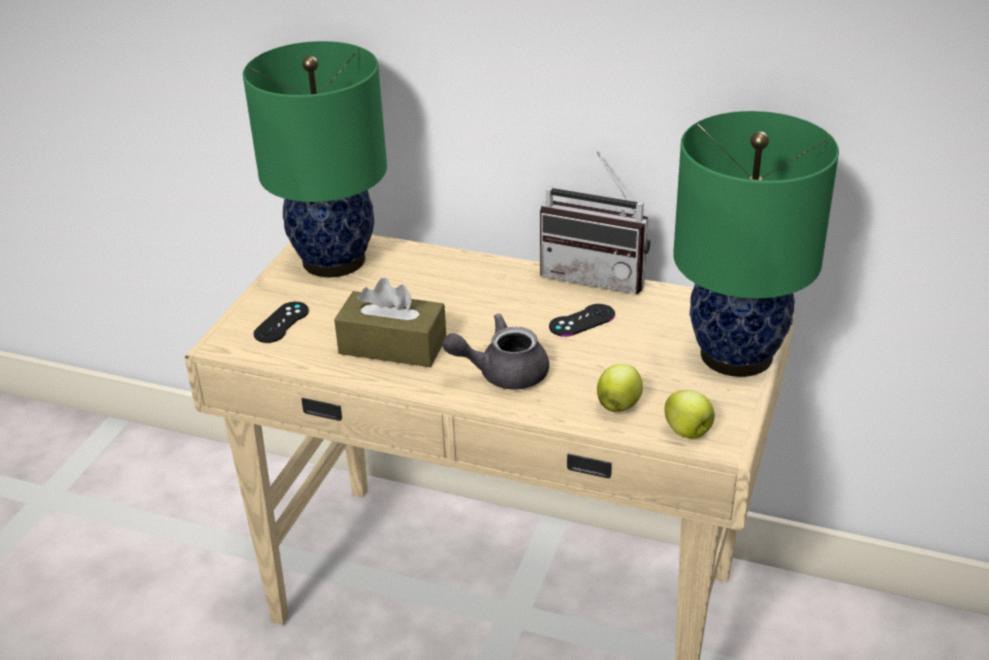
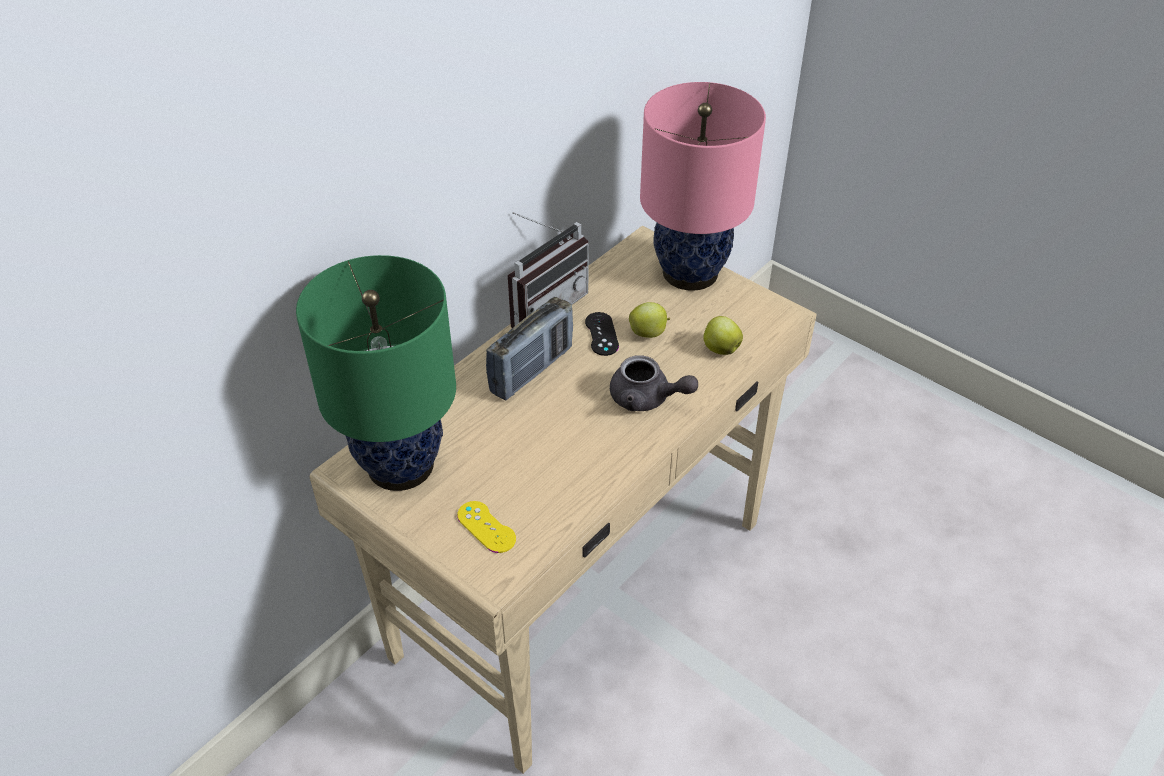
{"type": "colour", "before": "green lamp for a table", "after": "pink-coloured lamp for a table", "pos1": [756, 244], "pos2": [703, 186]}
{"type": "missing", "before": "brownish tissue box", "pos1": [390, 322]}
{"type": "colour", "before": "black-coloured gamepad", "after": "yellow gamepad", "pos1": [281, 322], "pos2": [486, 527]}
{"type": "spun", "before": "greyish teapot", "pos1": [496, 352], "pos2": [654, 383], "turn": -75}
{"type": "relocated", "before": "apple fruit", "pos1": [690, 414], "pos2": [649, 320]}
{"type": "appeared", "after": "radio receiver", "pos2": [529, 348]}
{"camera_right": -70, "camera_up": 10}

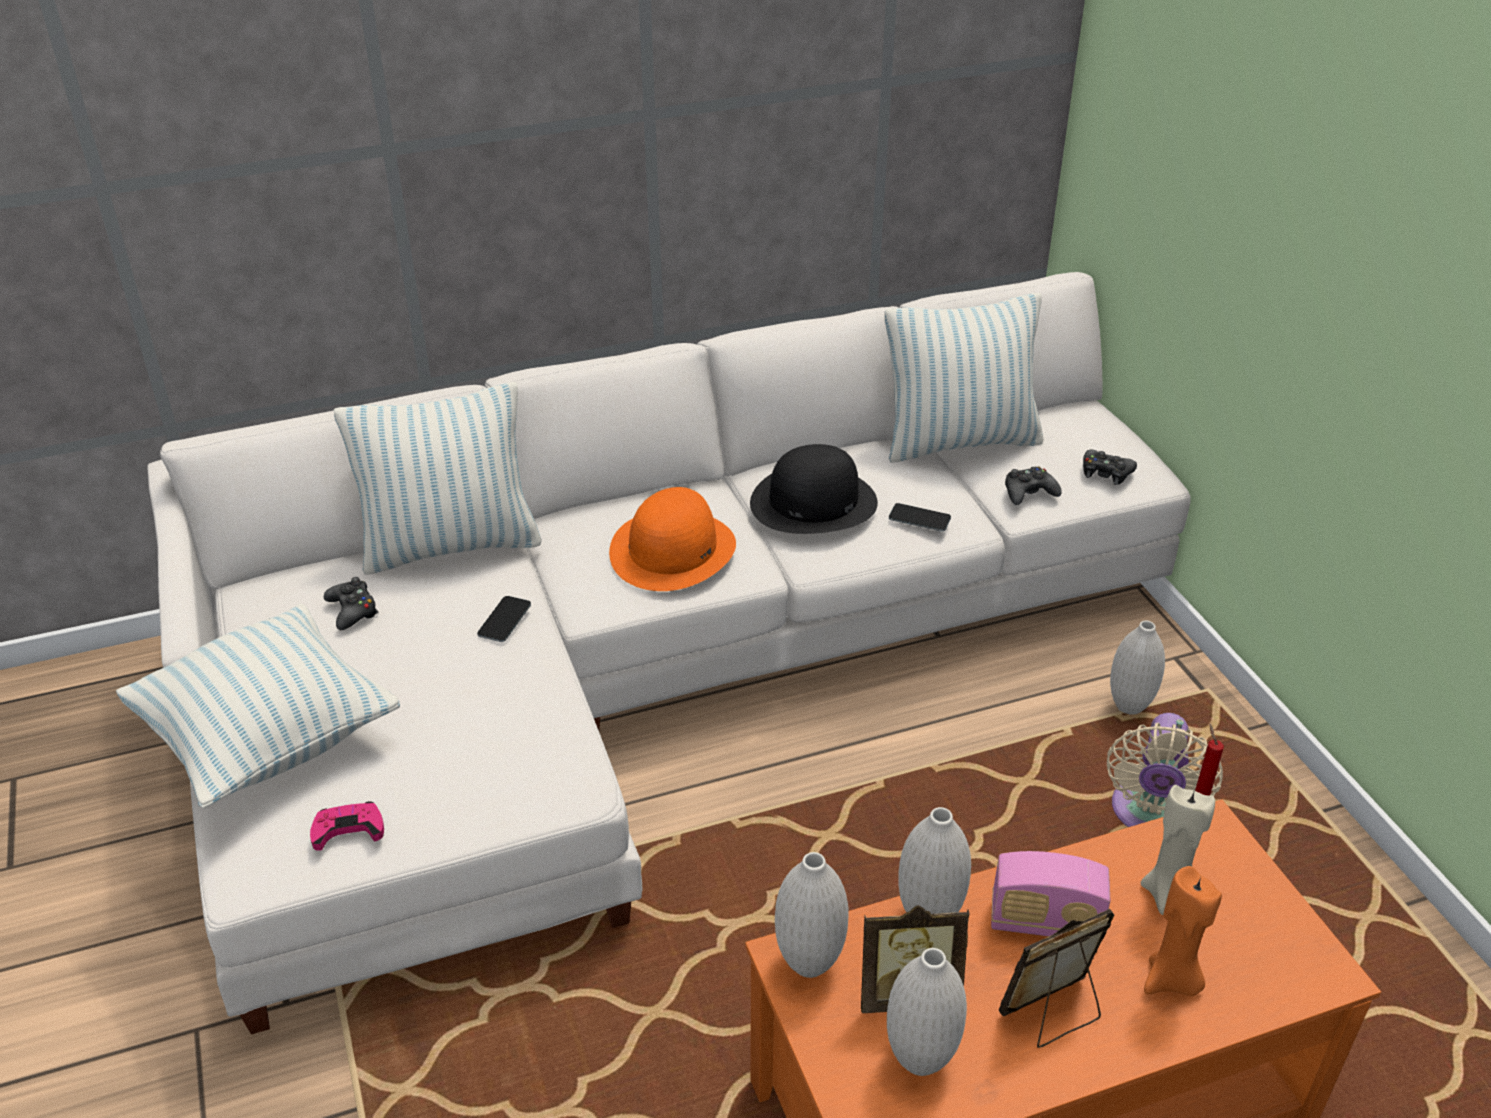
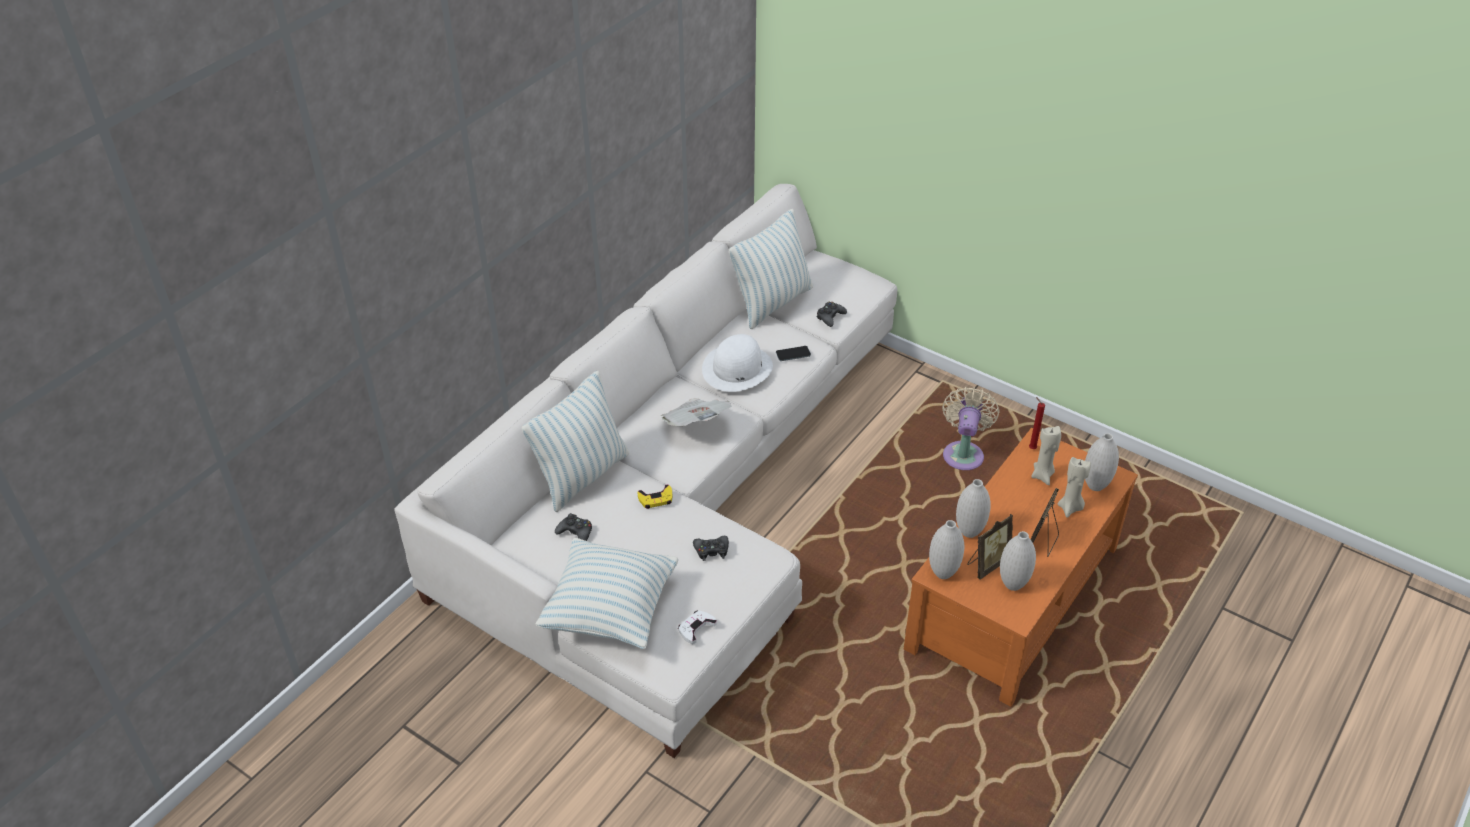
{"type": "colour", "before": "black-coloured hat", "after": "white hat", "pos1": [814, 489], "pos2": [737, 363]}
{"type": "relocated", "before": "black-coloured gamepad", "pos1": [1110, 467], "pos2": [711, 548]}
{"type": "exchanged", "before": "orangey hat", "after": "newspaper", "pos1": [672, 539], "pos2": [696, 412]}
{"type": "exchanged", "before": "telephone", "after": "yellow gamepad", "pos1": [504, 619], "pos2": [655, 497]}
{"type": "relocated", "before": "white decorative vase", "pos1": [1137, 668], "pos2": [1102, 462]}
{"type": "spun", "before": "beige-coloured electric fan", "pos1": [1165, 770], "pos2": [970, 428], "turn": -150}
{"type": "colour", "before": "pink-coloured gamepad", "after": "white gamepad", "pos1": [347, 826], "pos2": [697, 627]}
{"type": "missing", "before": "radio receiver", "pos1": [1050, 893]}
{"type": "colour", "before": "orangey wax light", "after": "beige-coloured wax light", "pos1": [1183, 931], "pos2": [1074, 487]}
{"camera_right": -35, "camera_up": 5}

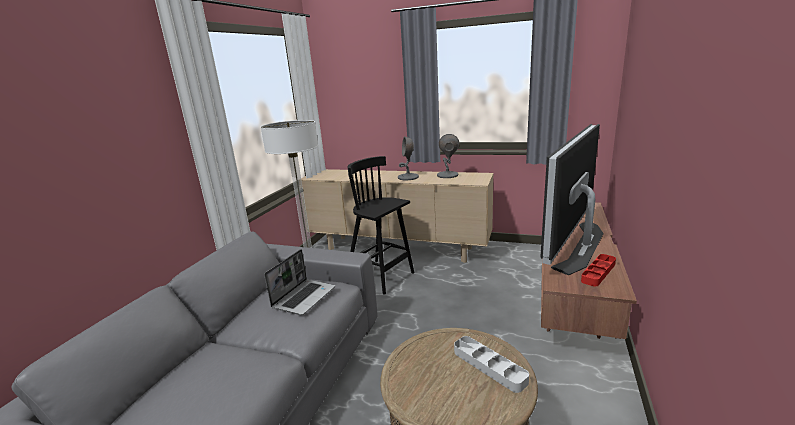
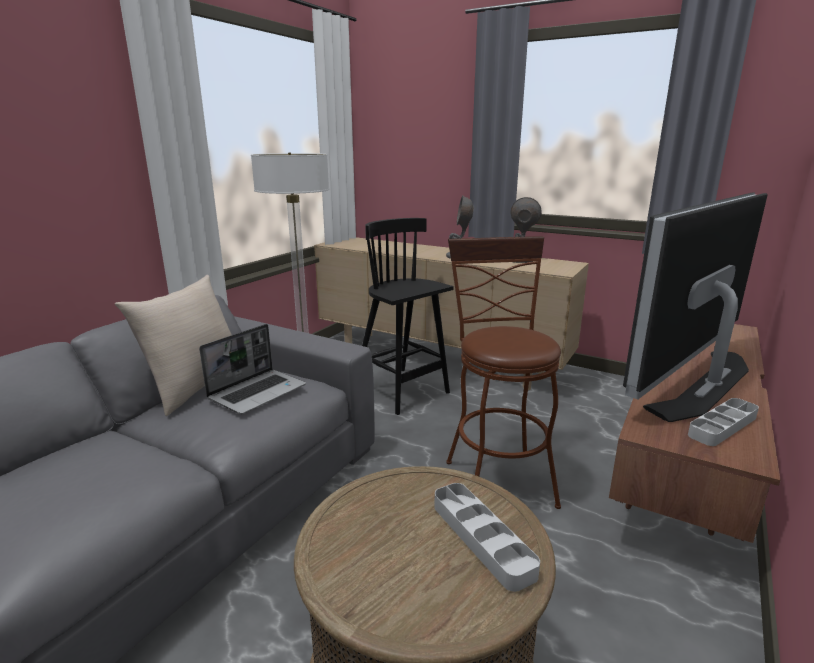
{"type": "colour", "before": "red serving tray", "after": "greyish serving tray", "pos1": [598, 270], "pos2": [723, 422]}
{"type": "appeared", "after": "brownish stool", "pos2": [503, 372]}
{"type": "appeared", "after": "beige-coloured cushion", "pos2": [173, 345]}
{"camera_right": 10, "camera_up": 0}

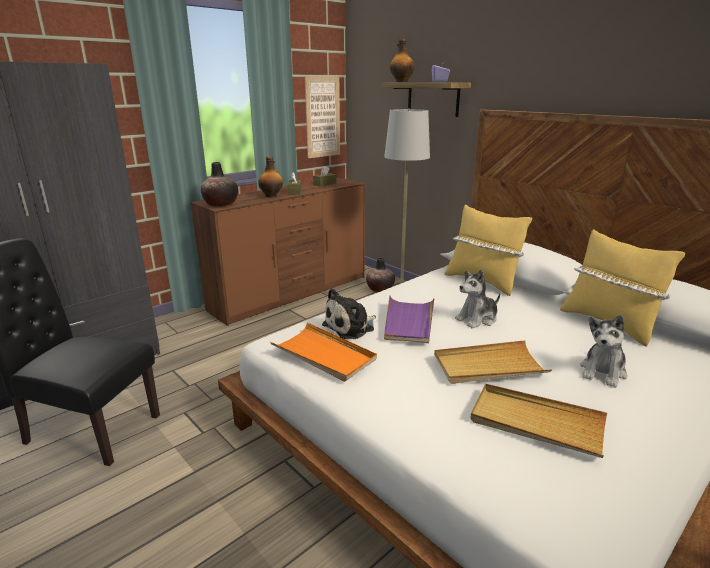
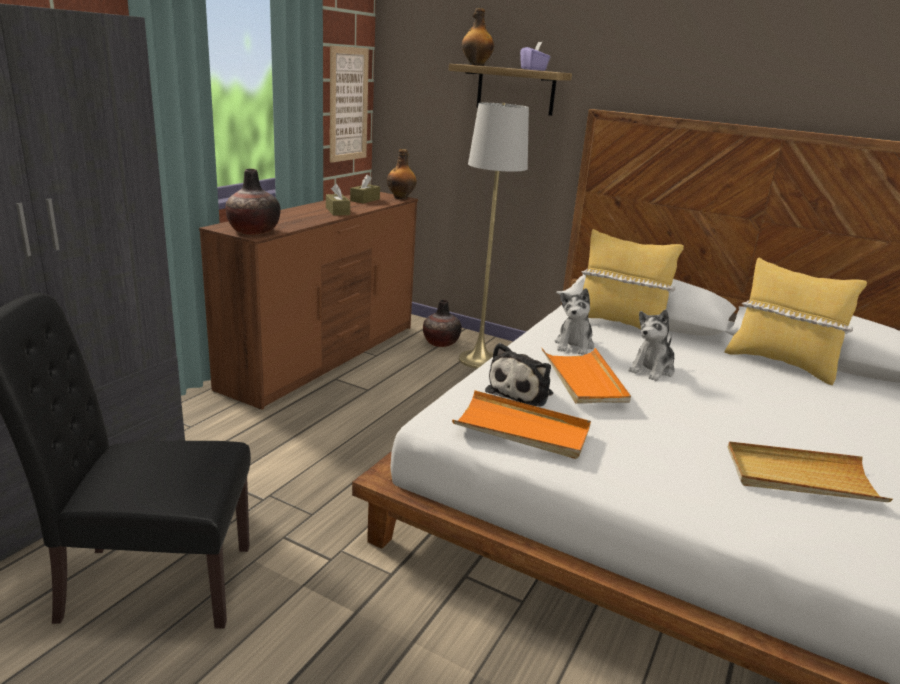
{"type": "relocated", "before": "drink bottle", "pos1": [270, 176], "pos2": [402, 174]}
{"type": "colour", "before": "purple serving tray", "after": "orangey serving tray", "pos1": [409, 319], "pos2": [586, 376]}
{"type": "relocated", "before": "plush toy", "pos1": [603, 351], "pos2": [574, 321]}
{"type": "missing", "before": "beige-coloured serving tray", "pos1": [493, 362]}
{"camera_right": -20, "camera_up": 0}

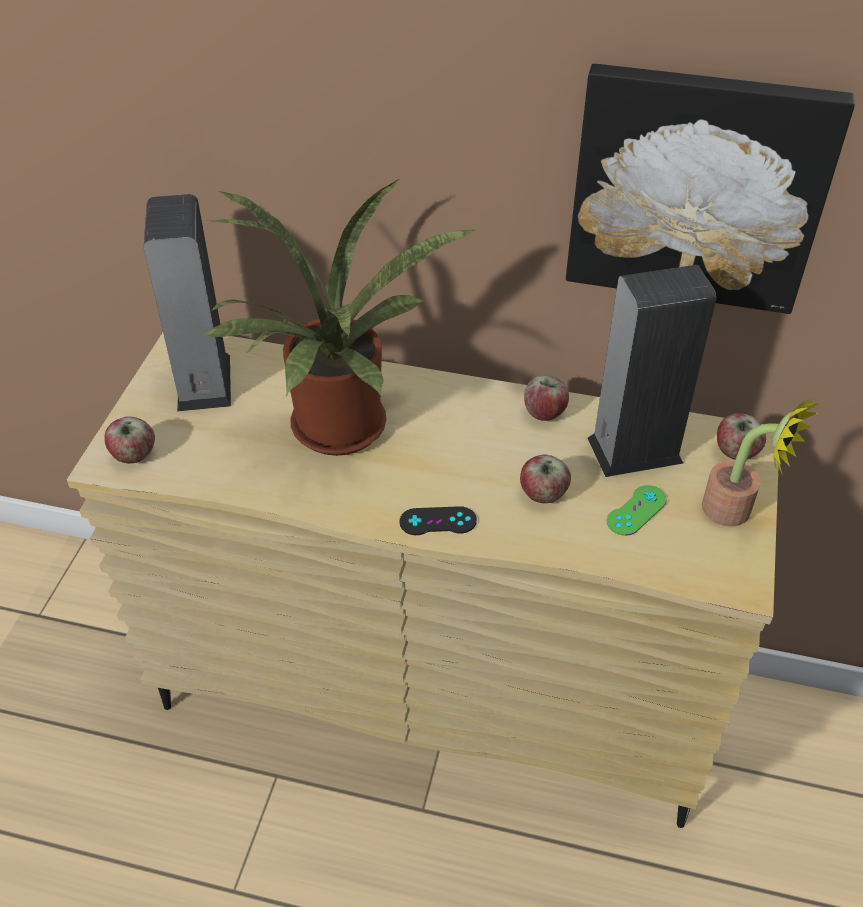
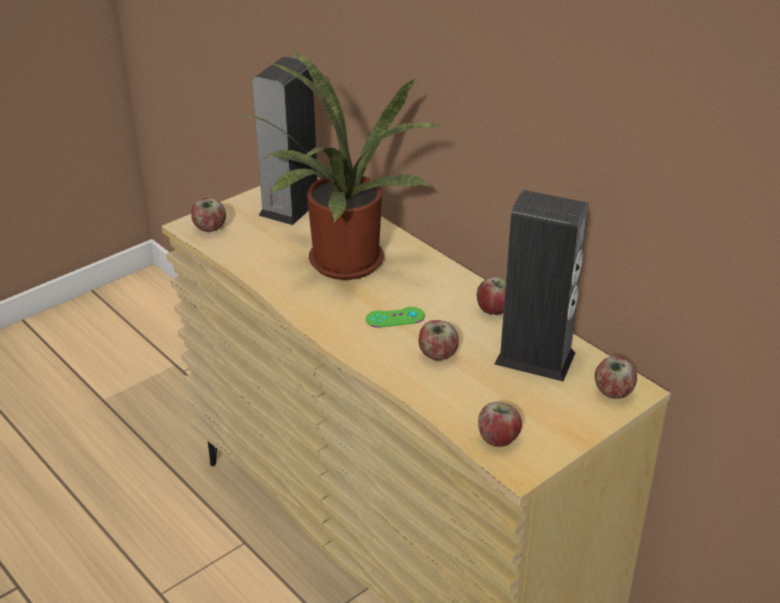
{"type": "missing", "before": "wall picture", "pos1": [710, 189]}
{"type": "missing", "before": "potted plant", "pos1": [761, 462]}
{"type": "relocated", "before": "green gamepad", "pos1": [637, 510], "pos2": [395, 317]}
{"type": "missing", "before": "black-coloured gamepad", "pos1": [438, 520]}
{"type": "appeared", "after": "apple fruit", "pos2": [500, 424]}
{"camera_right": 35, "camera_up": -10}

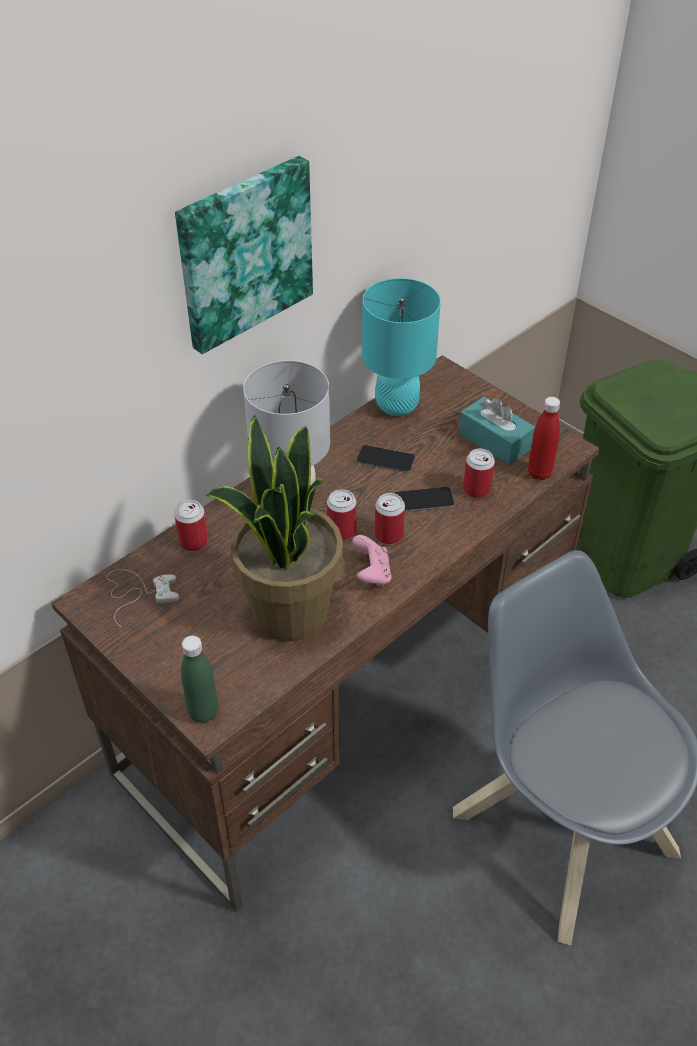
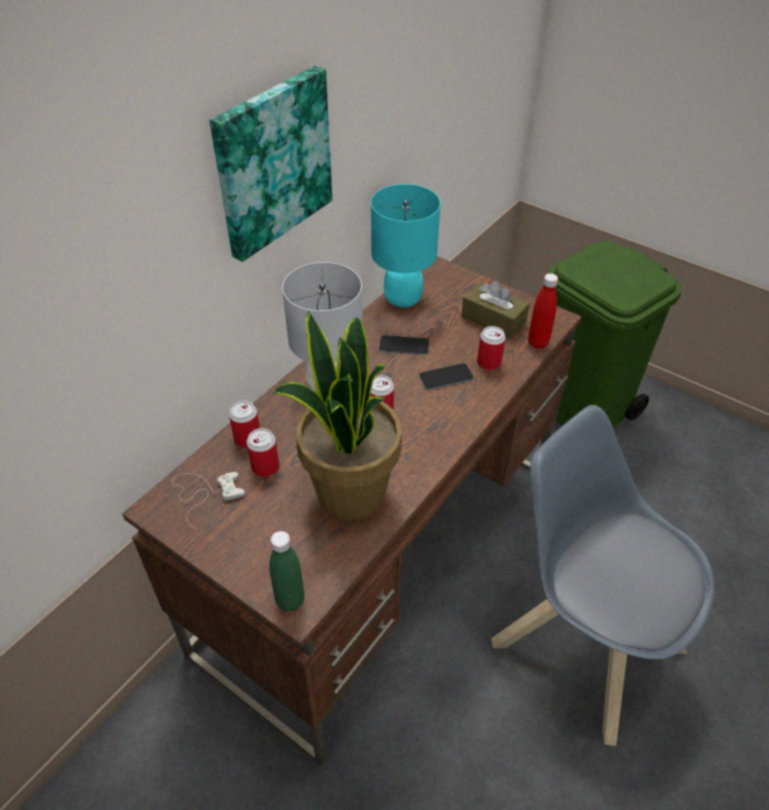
{"type": "colour", "before": "blue-green tissue box", "after": "brownish tissue box", "pos1": [497, 430], "pos2": [496, 310]}
{"type": "relocated", "before": "can", "pos1": [390, 518], "pos2": [263, 452]}
{"type": "missing", "before": "pink-coloured gamepad", "pos1": [372, 560]}
{"camera_right": -10, "camera_up": 0}

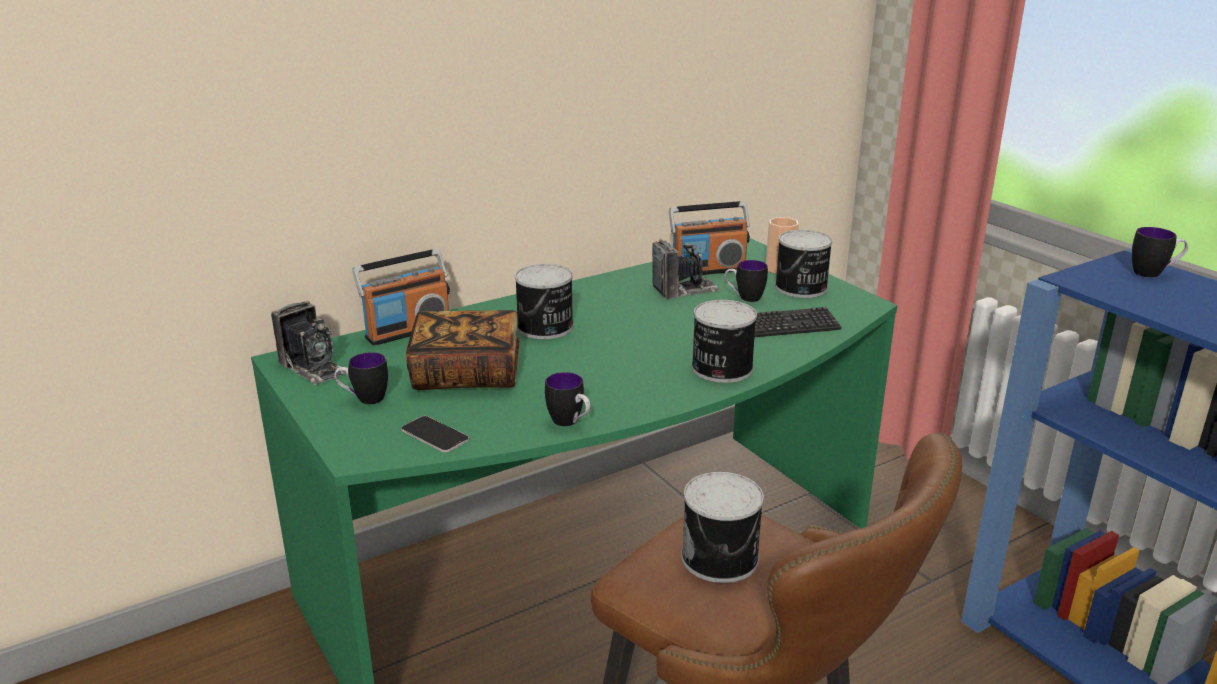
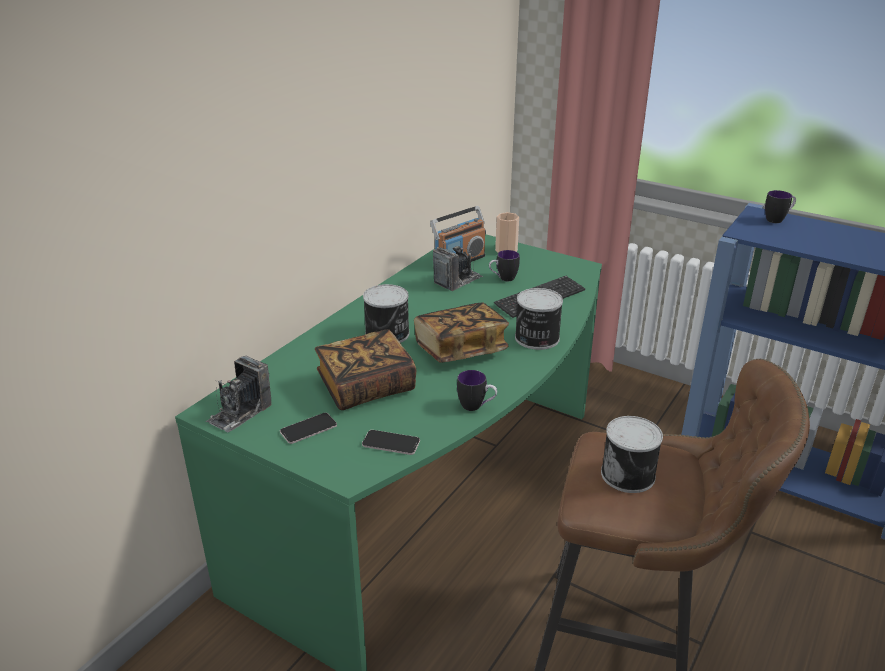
{"type": "missing", "before": "can", "pos1": [803, 264]}
{"type": "missing", "before": "radio receiver", "pos1": [401, 297]}
{"type": "spun", "before": "still camera", "pos1": [309, 343], "pos2": [238, 394], "turn": 105}
{"type": "exchanged", "before": "tea mug", "after": "telephone", "pos1": [361, 378], "pos2": [308, 428]}
{"type": "appeared", "after": "volume", "pos2": [461, 332]}
{"camera_right": -25, "camera_up": 5}

